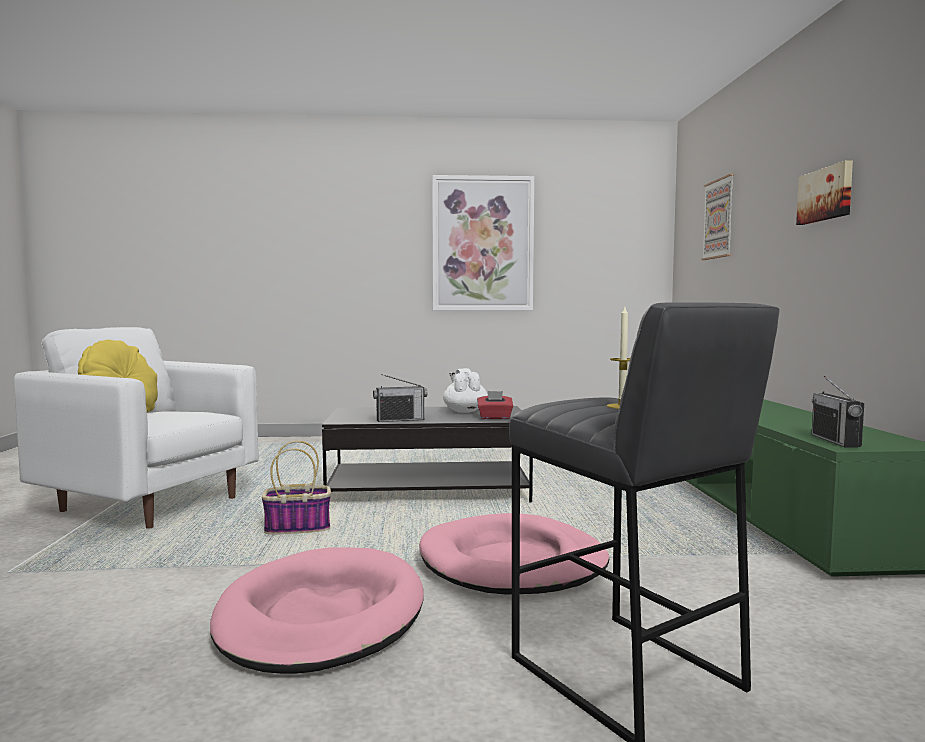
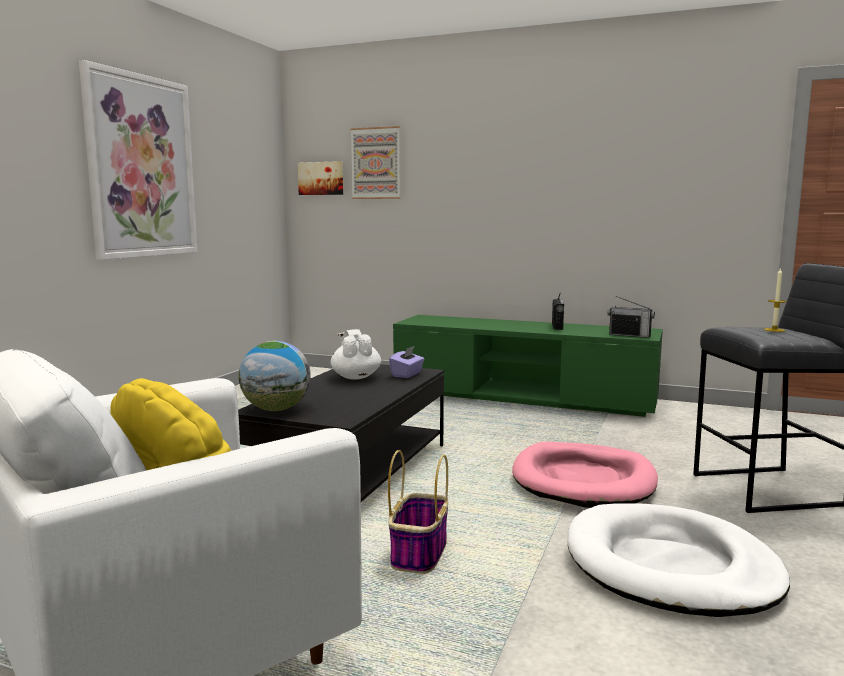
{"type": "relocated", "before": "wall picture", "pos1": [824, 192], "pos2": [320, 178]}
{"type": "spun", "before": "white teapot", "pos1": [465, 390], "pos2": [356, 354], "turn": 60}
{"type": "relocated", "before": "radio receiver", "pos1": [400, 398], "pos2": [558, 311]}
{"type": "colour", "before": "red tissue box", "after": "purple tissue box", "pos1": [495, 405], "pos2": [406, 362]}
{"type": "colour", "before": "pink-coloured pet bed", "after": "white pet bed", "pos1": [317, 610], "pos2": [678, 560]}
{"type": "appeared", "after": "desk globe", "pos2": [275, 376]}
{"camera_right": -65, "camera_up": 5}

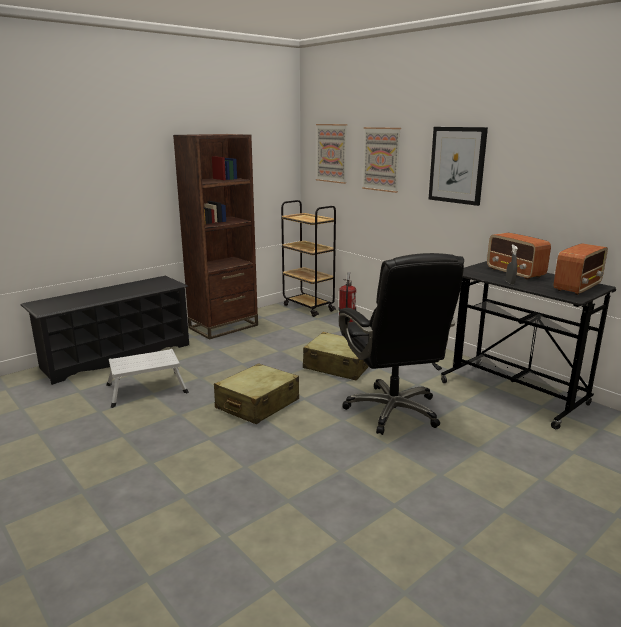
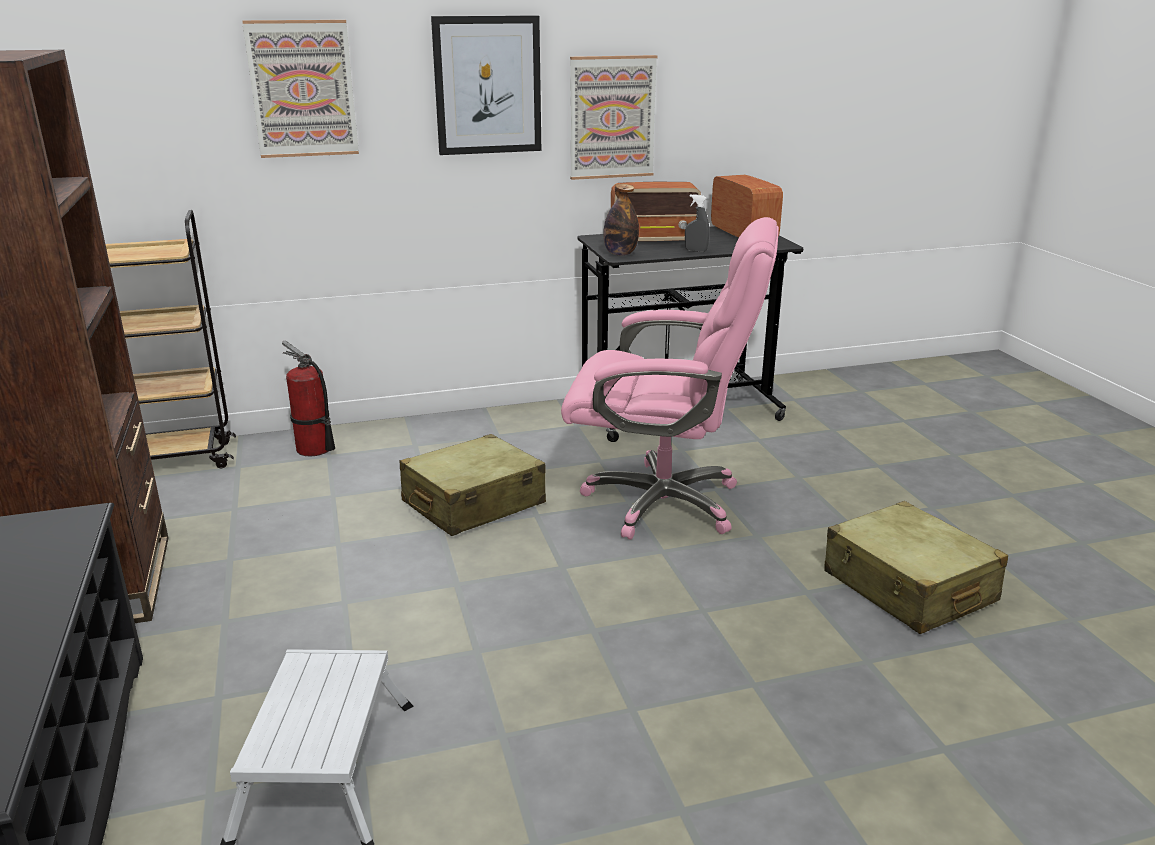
{"type": "relocated", "before": "wall picture", "pos1": [331, 154], "pos2": [613, 117]}
{"type": "colour", "before": "black-coloured desk chair", "after": "pink-coloured desk chair", "pos1": [401, 344], "pos2": [670, 378]}
{"type": "relocated", "before": "beige-coloured travel case", "pos1": [256, 393], "pos2": [916, 567]}
{"type": "appeared", "after": "drink bottle", "pos2": [621, 220]}
{"camera_right": -65, "camera_up": 5}

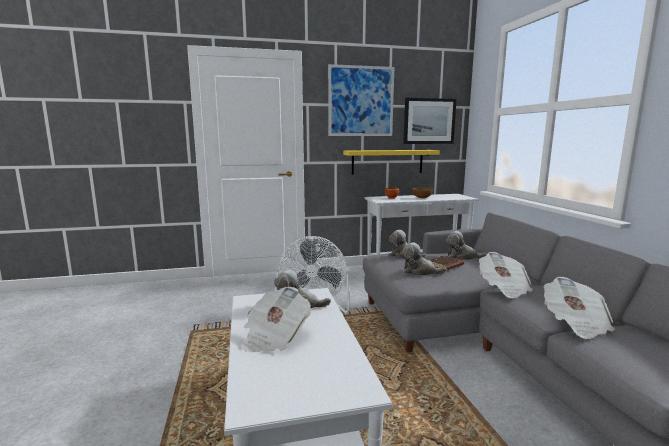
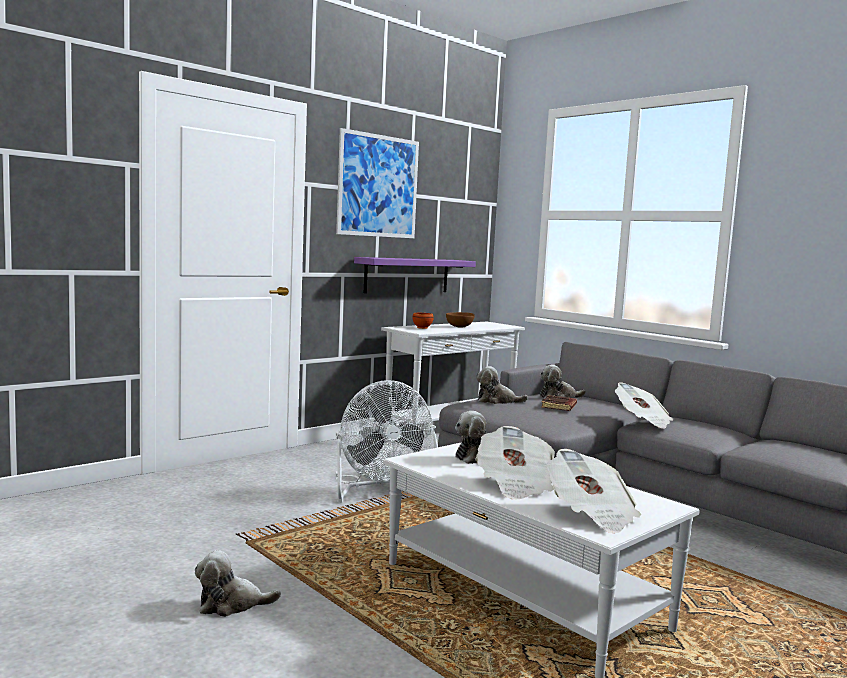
{"type": "missing", "before": "wall picture", "pos1": [429, 121]}
{"type": "colour", "before": "yellow wall shelf", "after": "purple wall shelf", "pos1": [391, 162], "pos2": [415, 275]}
{"type": "relocated", "before": "plush toy", "pos1": [424, 258], "pos2": [238, 583]}
{"type": "relocated", "before": "newspaper", "pos1": [579, 308], "pos2": [594, 491]}
{"camera_right": -30, "camera_up": -5}

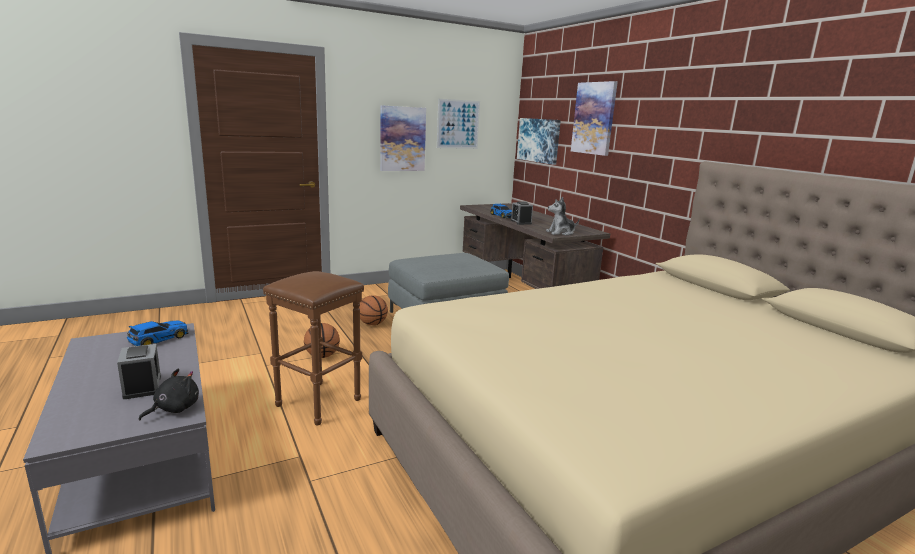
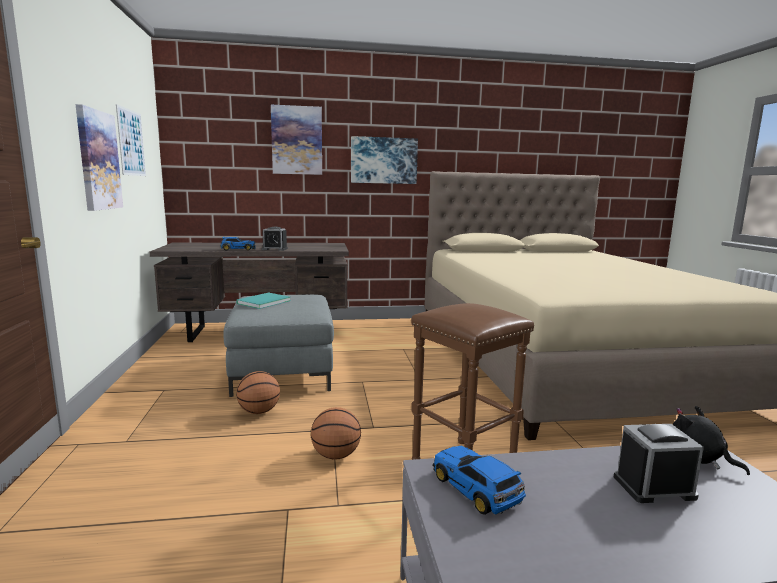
{"type": "relocated", "before": "wall picture", "pos1": [539, 141], "pos2": [384, 160]}
{"type": "missing", "before": "plush toy", "pos1": [563, 216]}
{"type": "appeared", "after": "blue-green volume", "pos2": [263, 301]}
{"camera_right": -70, "camera_up": -5}

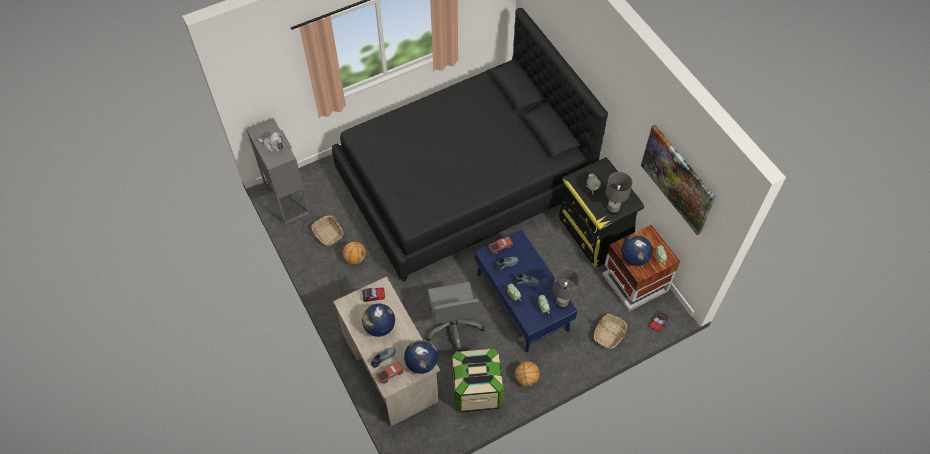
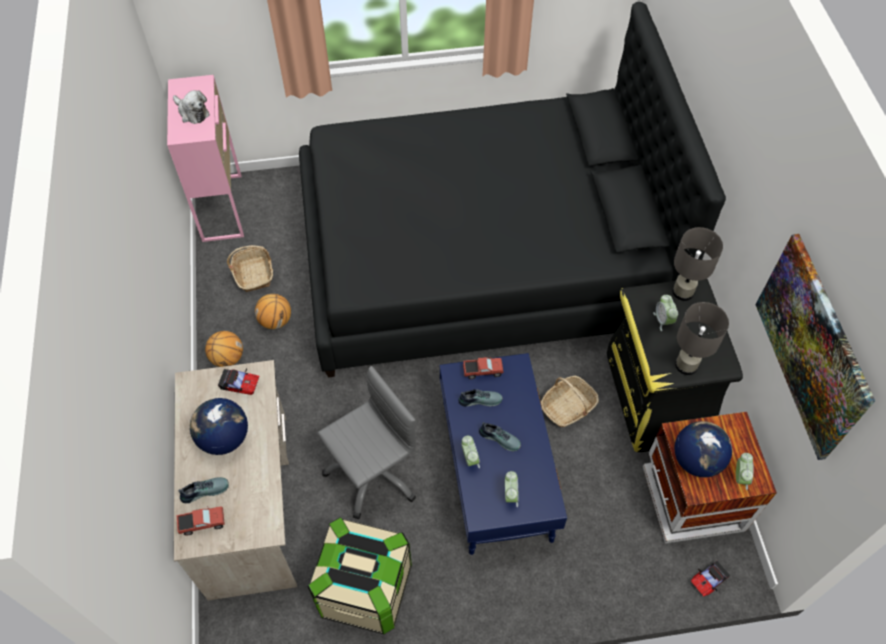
{"type": "colour", "before": "greyish cupboard", "after": "pink-coloured cupboard", "pos1": [278, 171], "pos2": [205, 158]}
{"type": "relocated", "before": "greyish lamp for a table", "pos1": [566, 289], "pos2": [697, 264]}
{"type": "spun", "before": "greyish desk chair", "pos1": [454, 317], "pos2": [366, 442], "turn": -135}
{"type": "relocated", "before": "basket", "pos1": [610, 331], "pos2": [570, 401]}
{"type": "missing", "before": "desk globe", "pos1": [421, 357]}
{"type": "relocated", "before": "basketball ball", "pos1": [527, 373], "pos2": [224, 349]}
{"camera_right": 20, "camera_up": 0}

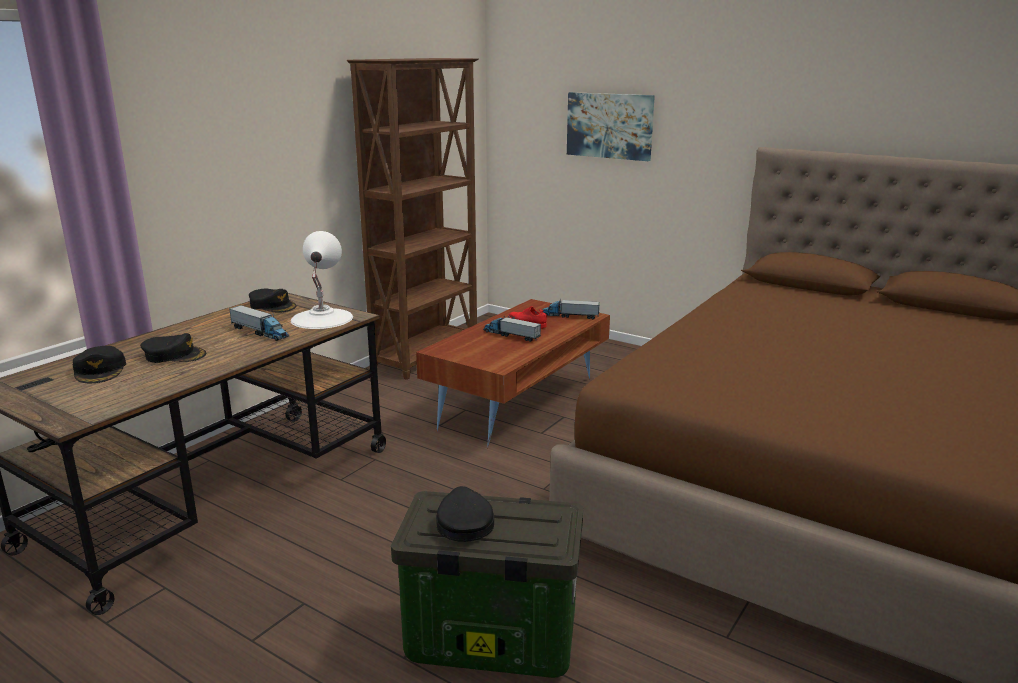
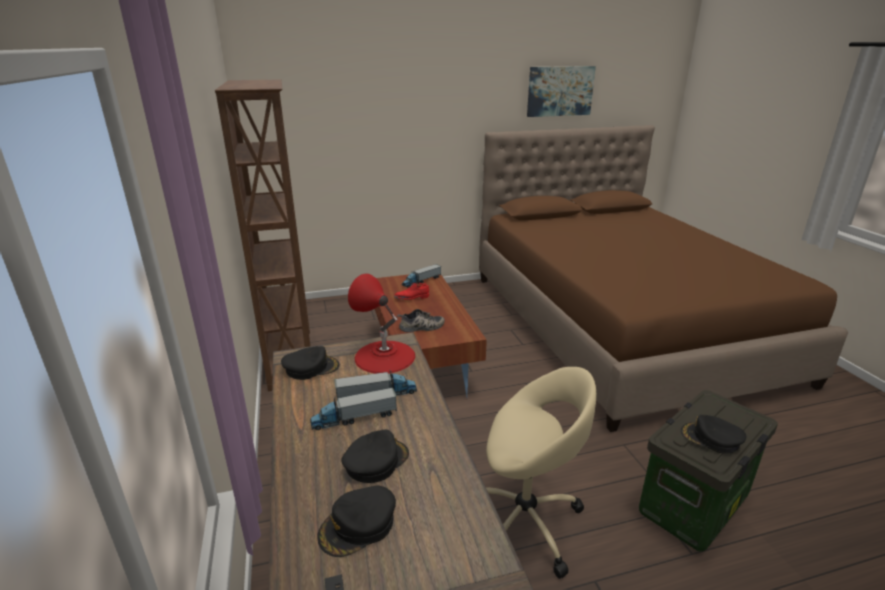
{"type": "relocated", "before": "wall picture", "pos1": [611, 126], "pos2": [561, 91]}
{"type": "colour", "before": "white lamp for a table", "after": "red lamp for a table", "pos1": [322, 280], "pos2": [381, 323]}
{"type": "relocated", "before": "model truck", "pos1": [512, 328], "pos2": [353, 409]}
{"type": "spun", "before": "black-coloured cap", "pos1": [99, 364], "pos2": [356, 521], "turn": 120}
{"type": "appeared", "after": "item of footwear", "pos2": [421, 320]}
{"type": "appeared", "after": "beige-coloured desk chair", "pos2": [541, 473]}
{"camera_right": -50, "camera_up": 5}

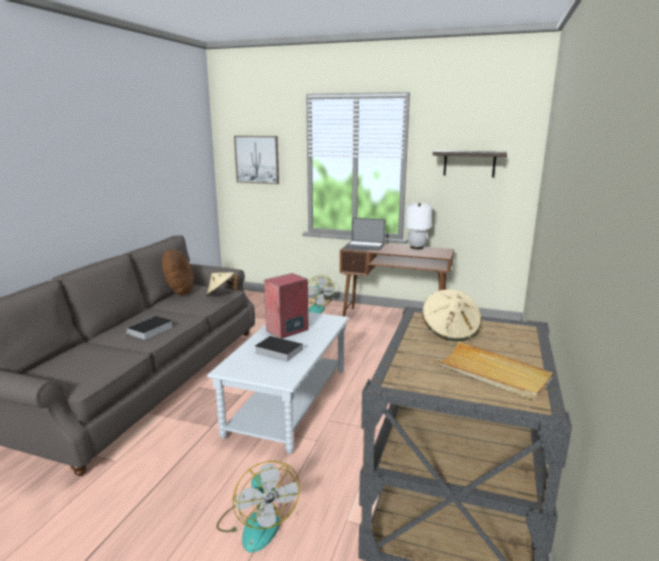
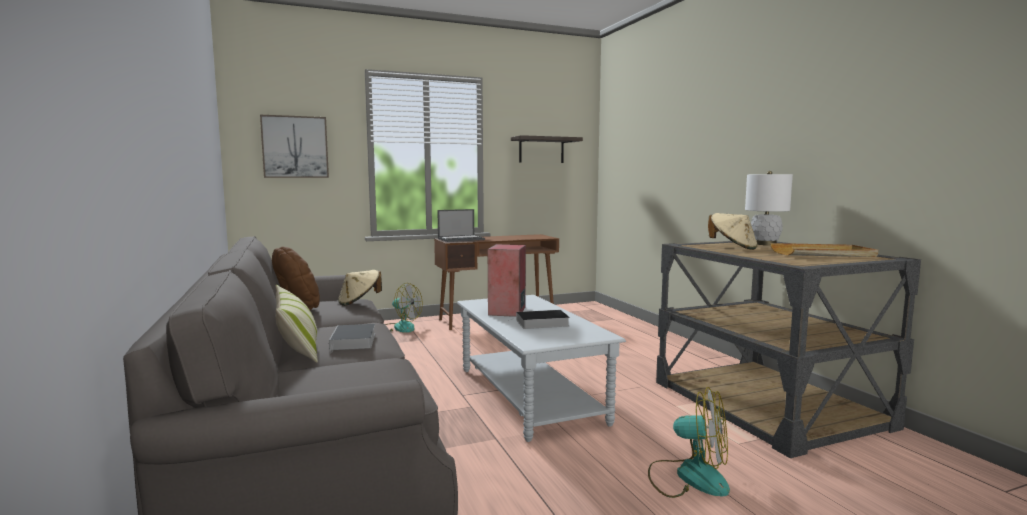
{"type": "relocated", "before": "white lamp for a table", "pos1": [419, 226], "pos2": [769, 208]}
{"type": "appeared", "after": "cushion", "pos2": [297, 324]}
{"camera_right": -40, "camera_up": -10}

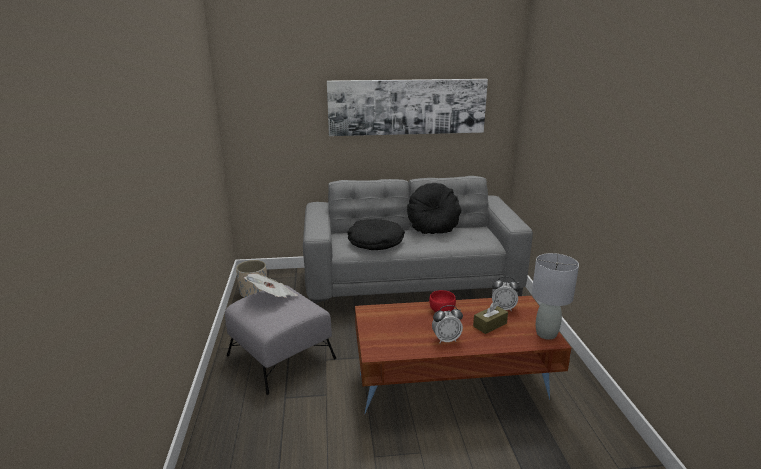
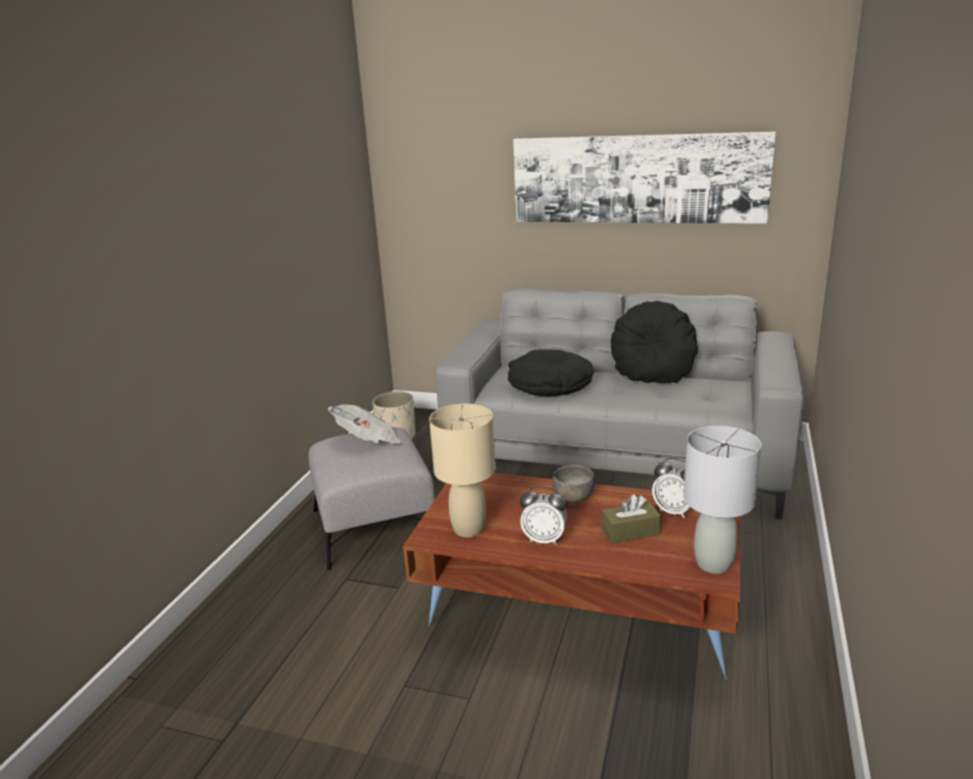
{"type": "colour", "before": "red serving bowl", "after": "greyish serving bowl", "pos1": [442, 301], "pos2": [574, 483]}
{"type": "appeared", "after": "beige-coloured lamp for a table", "pos2": [462, 471]}
{"camera_right": 25, "camera_up": 0}

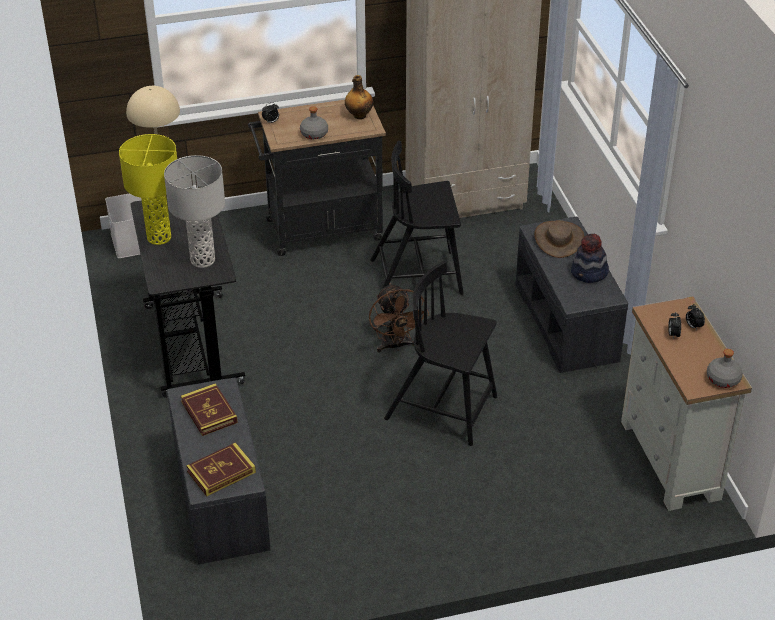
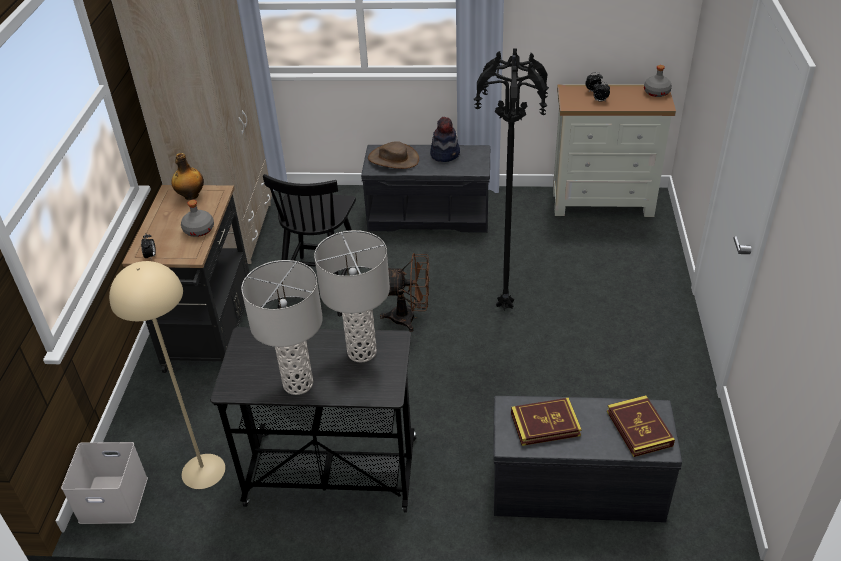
{"type": "colour", "before": "yellow lamp for a table", "after": "white lamp for a table", "pos1": [148, 189], "pos2": [282, 327]}
{"type": "exchanged", "before": "black-coloured upright chair", "after": "black-coloured floor lamp", "pos1": [440, 353], "pos2": [511, 179]}
{"camera_right": -70, "camera_up": 0}

